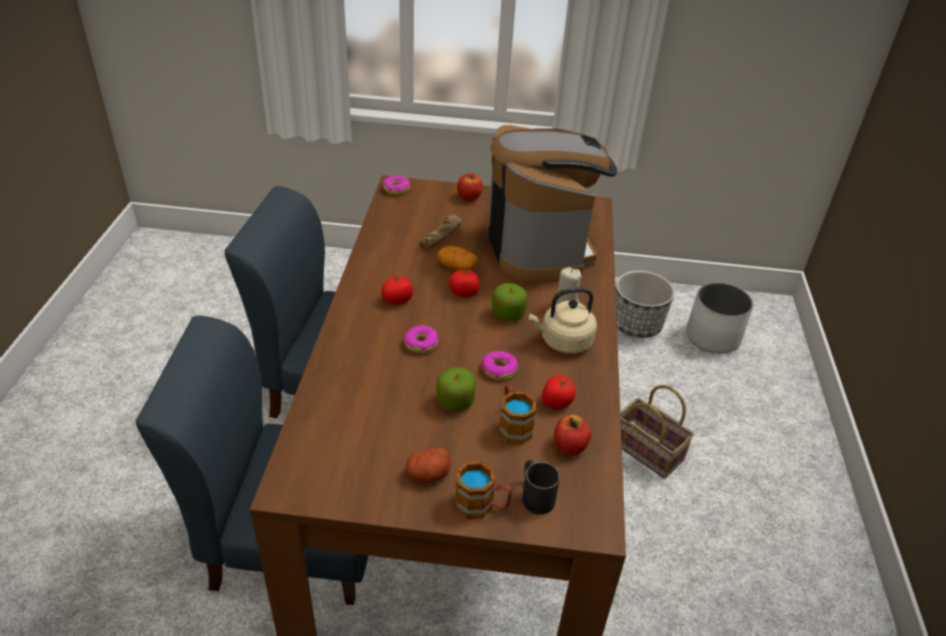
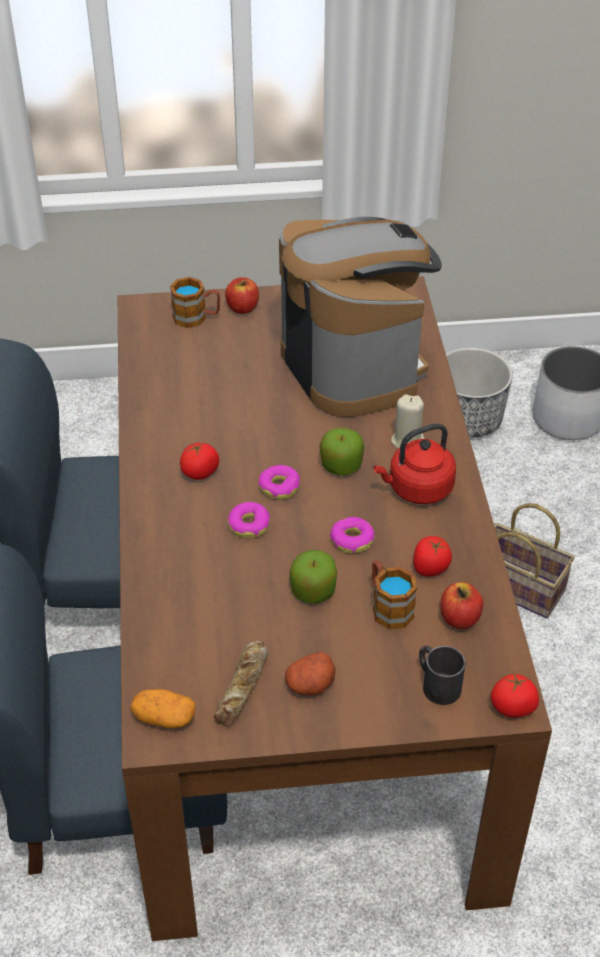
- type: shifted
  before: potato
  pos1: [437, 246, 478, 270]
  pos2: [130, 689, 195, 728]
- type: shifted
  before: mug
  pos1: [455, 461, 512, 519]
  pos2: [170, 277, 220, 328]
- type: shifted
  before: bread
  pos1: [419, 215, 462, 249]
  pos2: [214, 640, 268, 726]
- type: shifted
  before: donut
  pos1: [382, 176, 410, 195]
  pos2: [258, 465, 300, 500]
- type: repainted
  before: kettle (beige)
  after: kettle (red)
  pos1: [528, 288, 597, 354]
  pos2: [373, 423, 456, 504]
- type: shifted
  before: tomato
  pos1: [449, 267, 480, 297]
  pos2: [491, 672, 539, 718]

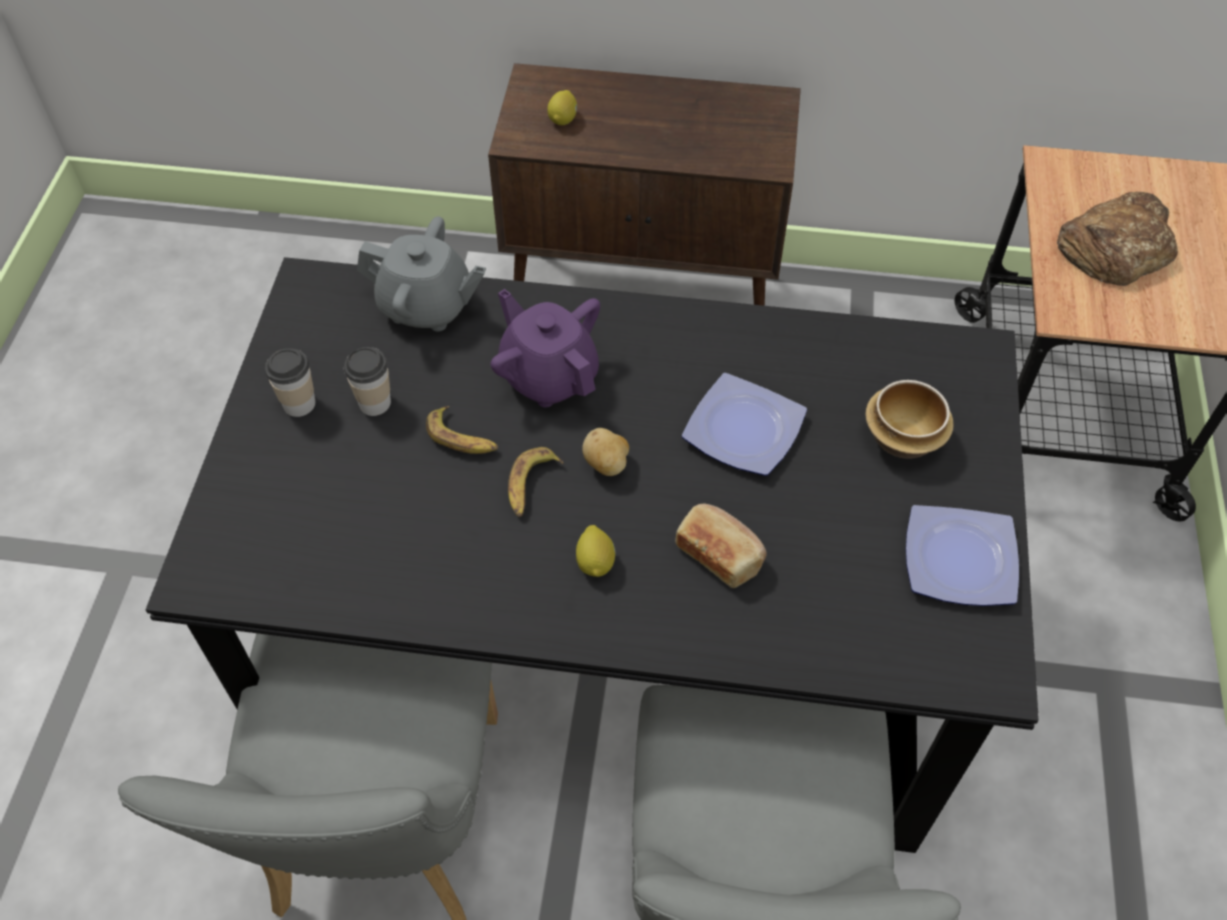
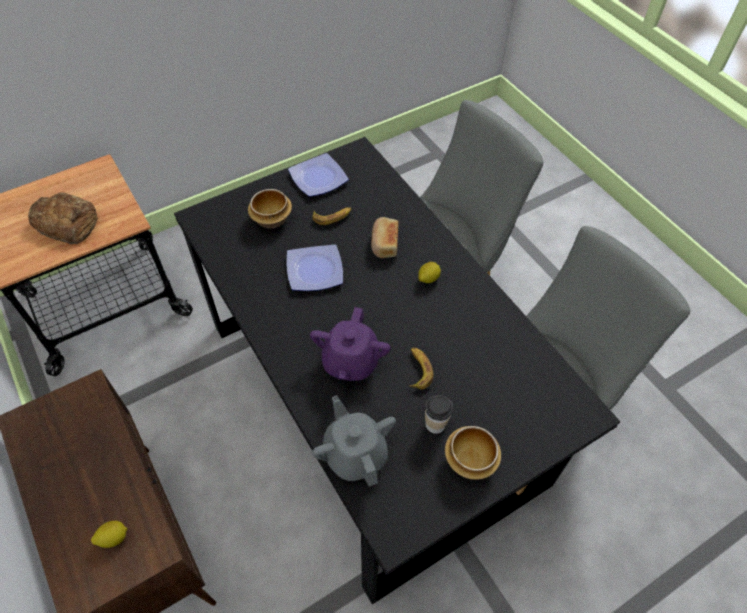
- type: shifted
  before: banana
  pos1: [508, 447, 563, 517]
  pos2: [312, 207, 351, 225]
- type: swapped
  before: cup
  after: bowl
  pos1: [265, 349, 316, 417]
  pos2: [445, 426, 501, 480]
- type: gone
  before: potato
  pos1: [582, 428, 629, 476]

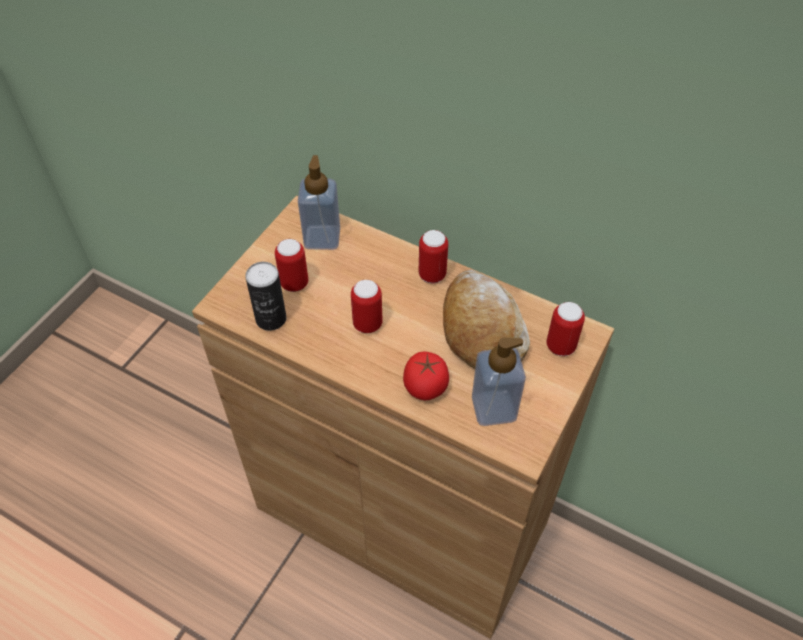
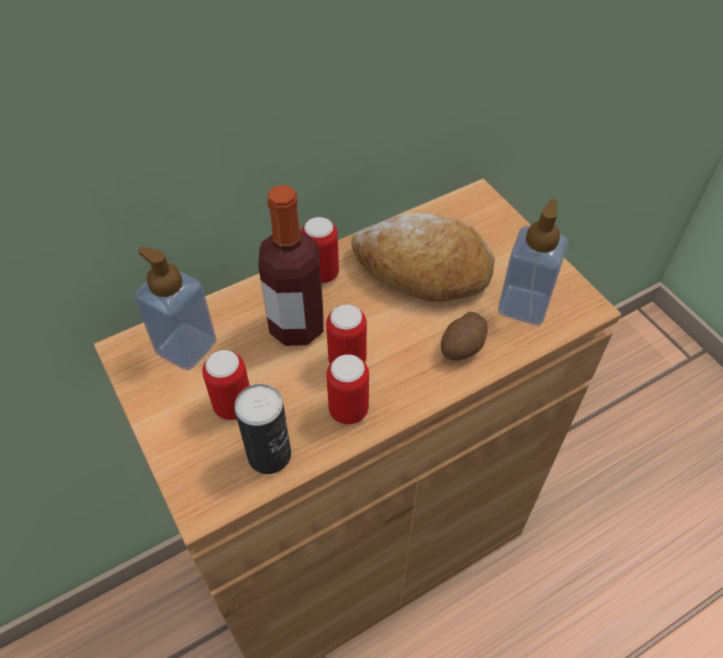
- type: new
  after: bottle
  pos2: [258, 185, 324, 346]
- type: shifted
  before: can
  pos1: [546, 302, 585, 356]
  pos2: [326, 354, 369, 424]
- type: swapped
  before: tomato
  after: potato
  pos1: [403, 352, 449, 400]
  pos2: [441, 312, 488, 360]

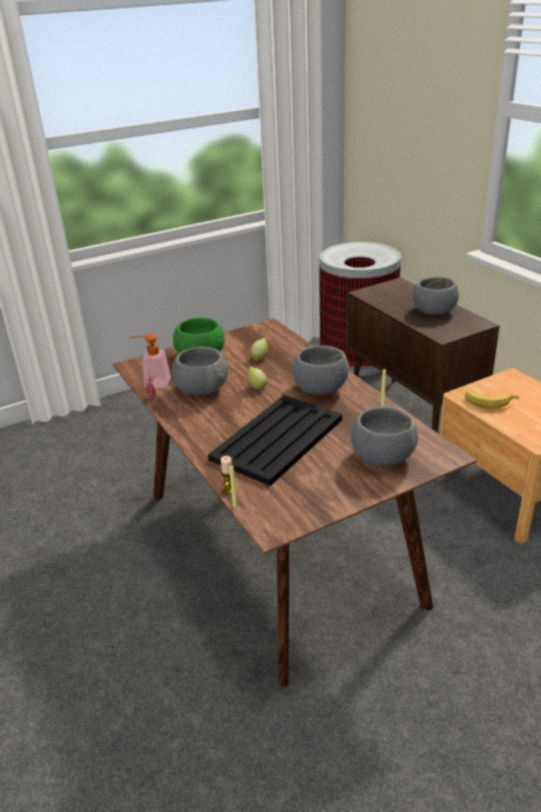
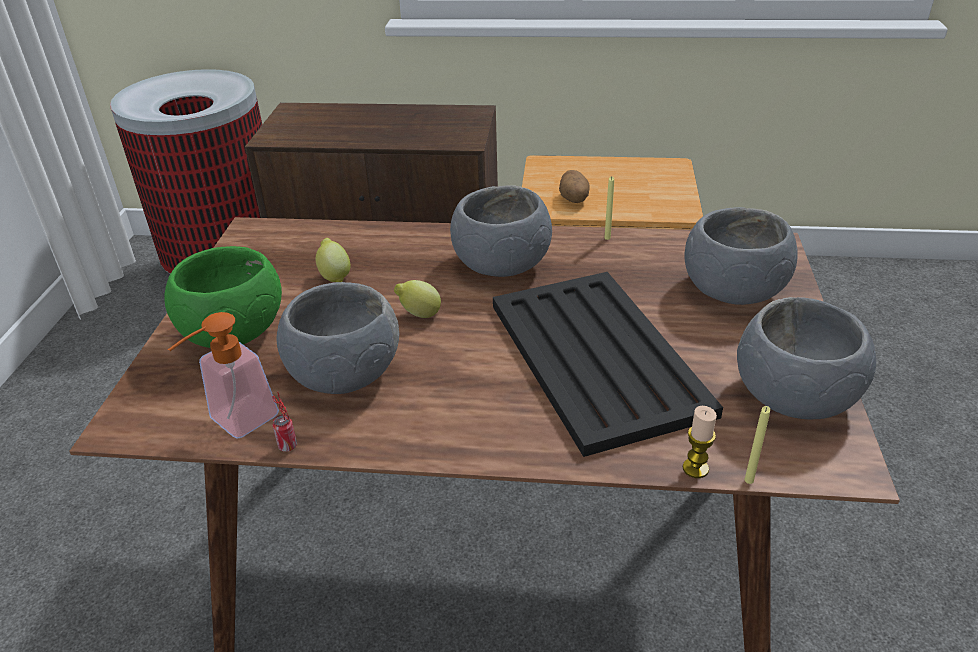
- type: swapped
  before: banana
  after: potato
  pos1: [465, 391, 519, 409]
  pos2: [559, 170, 590, 203]
- type: shifted
  before: bowl (grey)
  pos1: [413, 277, 459, 315]
  pos2: [737, 297, 876, 419]

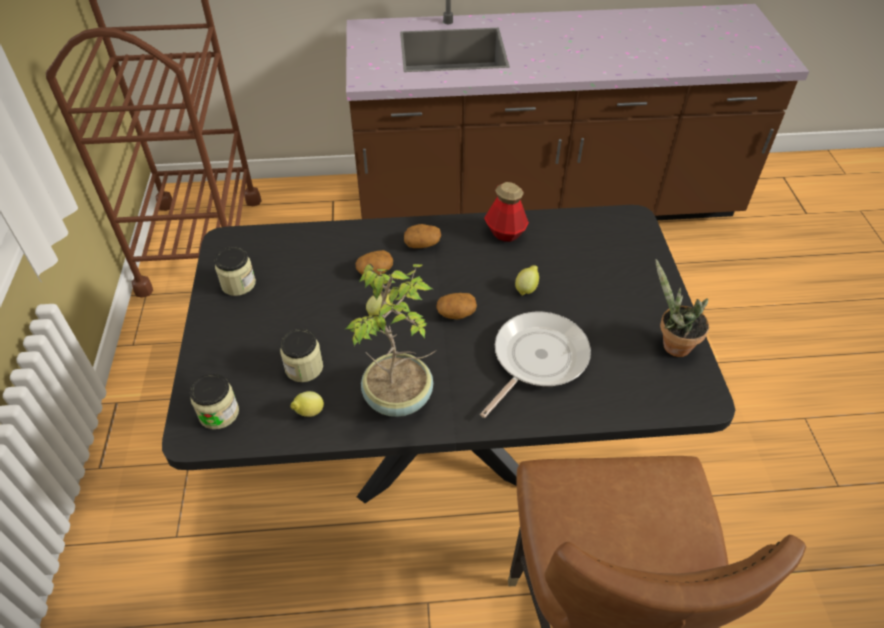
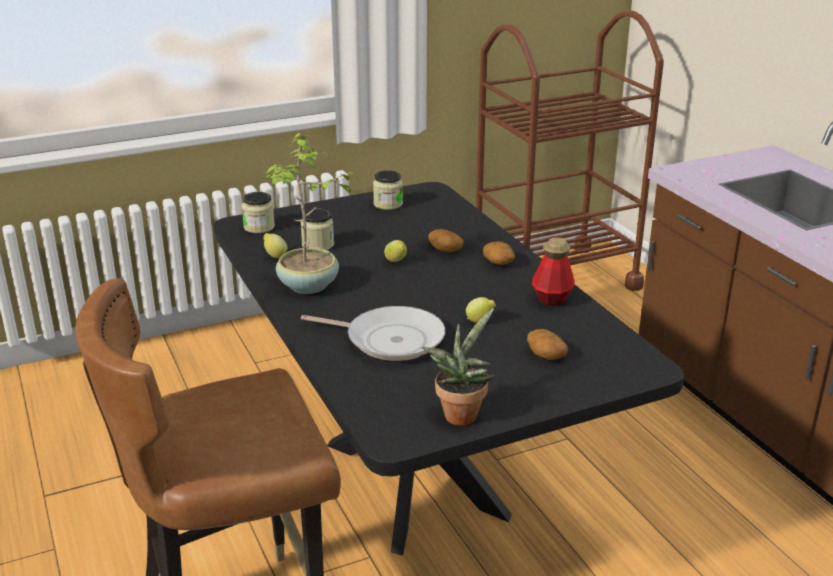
- type: shifted
  before: potato
  pos1: [436, 293, 477, 319]
  pos2: [527, 329, 568, 360]

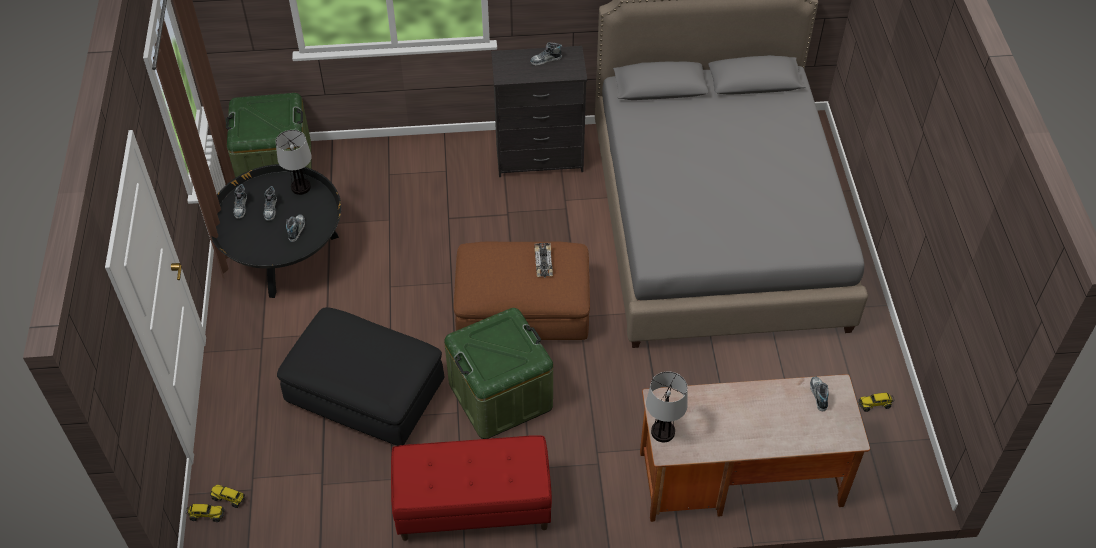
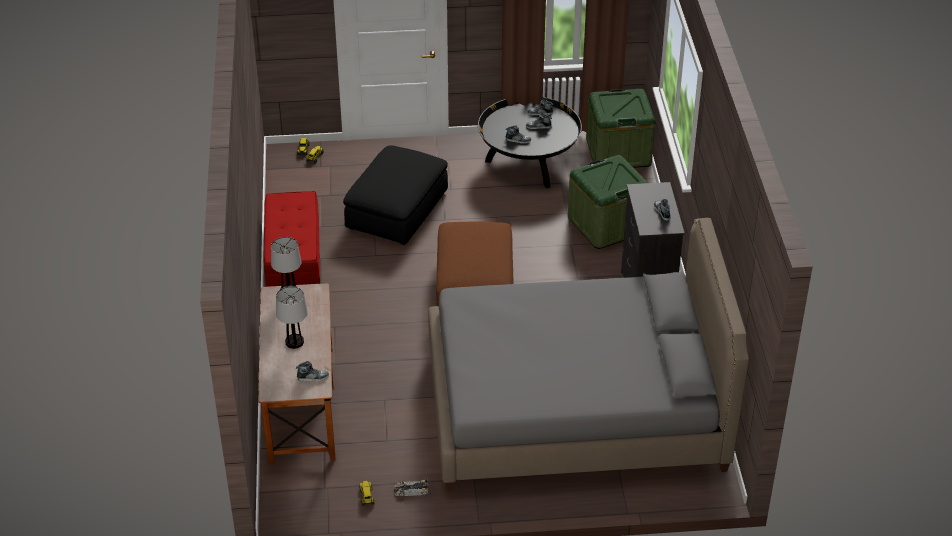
- type: shifted
  before: table lamp
  pos1: [276, 130, 312, 195]
  pos2: [276, 286, 308, 349]
- type: shifted
  before: toy car
  pos1: [534, 243, 553, 278]
  pos2: [394, 478, 429, 496]
- type: shifted
  before: storage box (green)
  pos1: [444, 308, 553, 439]
  pos2: [568, 155, 648, 249]

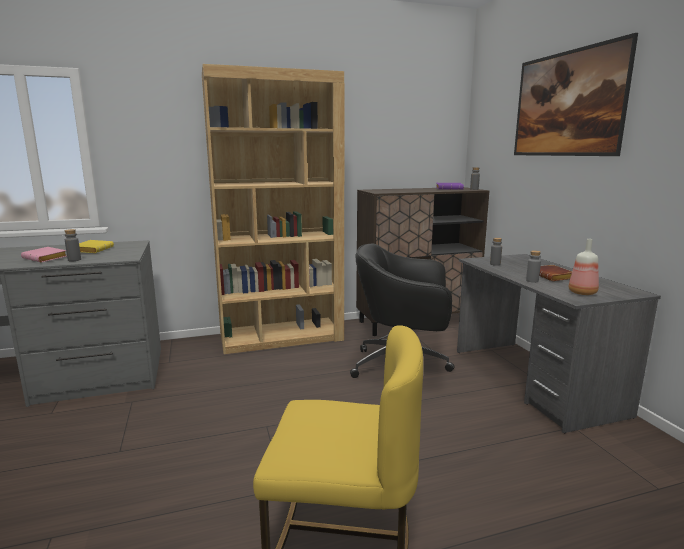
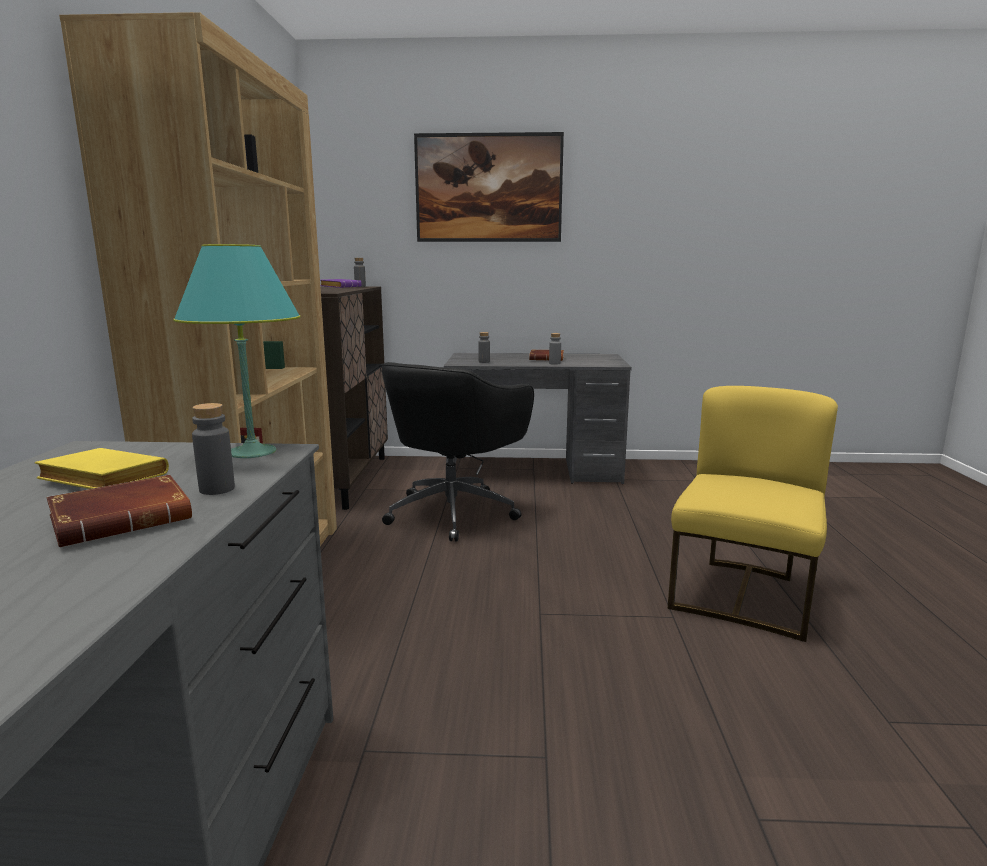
- type: repainted
  before: book (pink)
  after: book (brown)
  pos1: [21, 247, 67, 262]
  pos2: [46, 475, 192, 547]
- type: new
  after: table lamp (turquoise)
  pos2: [173, 244, 301, 458]
- type: gone
  before: bottle
  pos1: [569, 239, 599, 295]

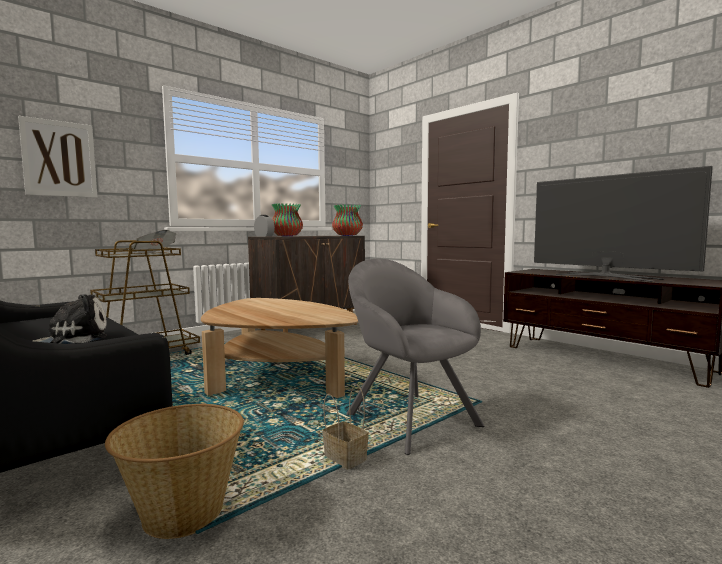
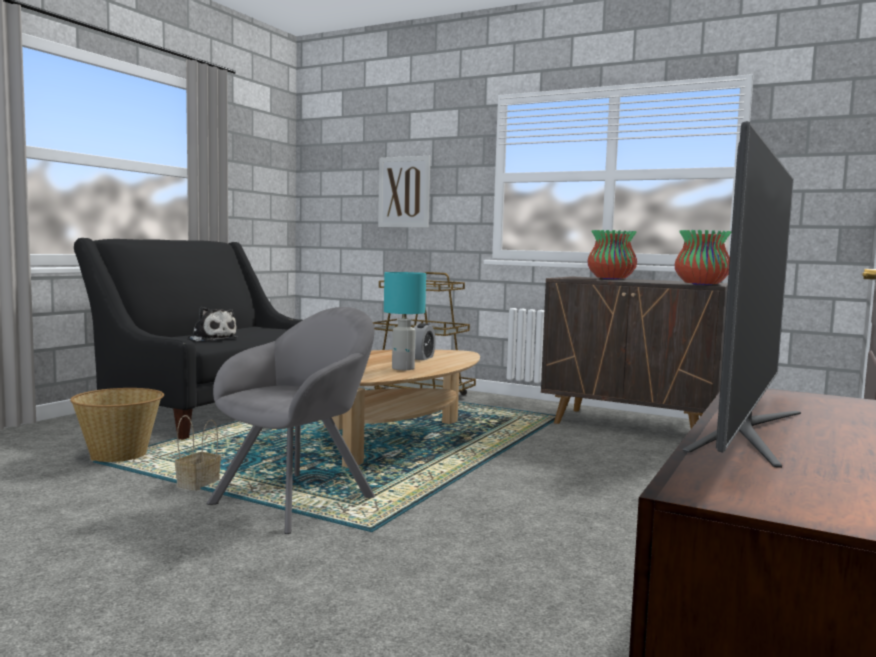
- type: new
  after: table lamp (turquoise)
  pos2: [384, 272, 426, 370]
- type: shifted
  before: alarm clock
  pos1: [254, 215, 275, 237]
  pos2: [414, 323, 436, 360]
- type: gone
  before: newspaper
  pos1: [133, 230, 176, 254]

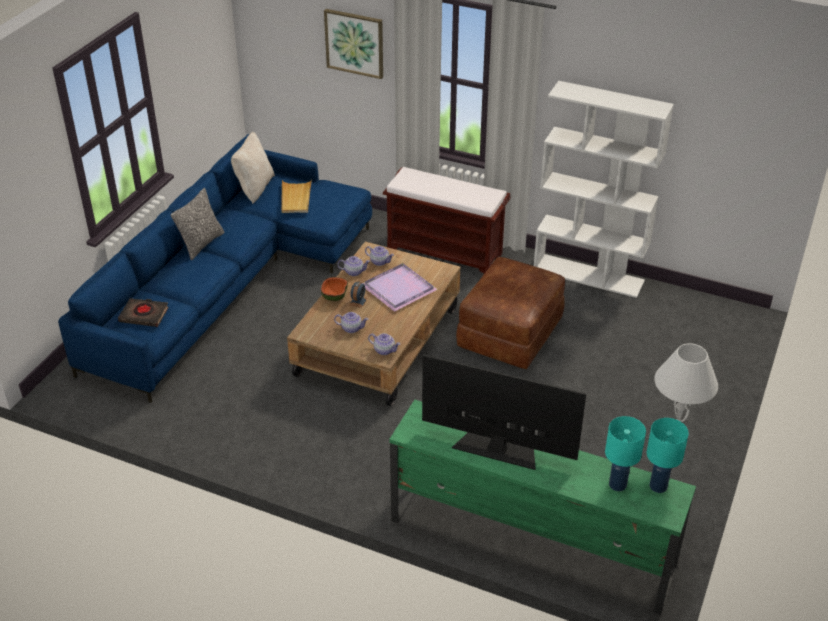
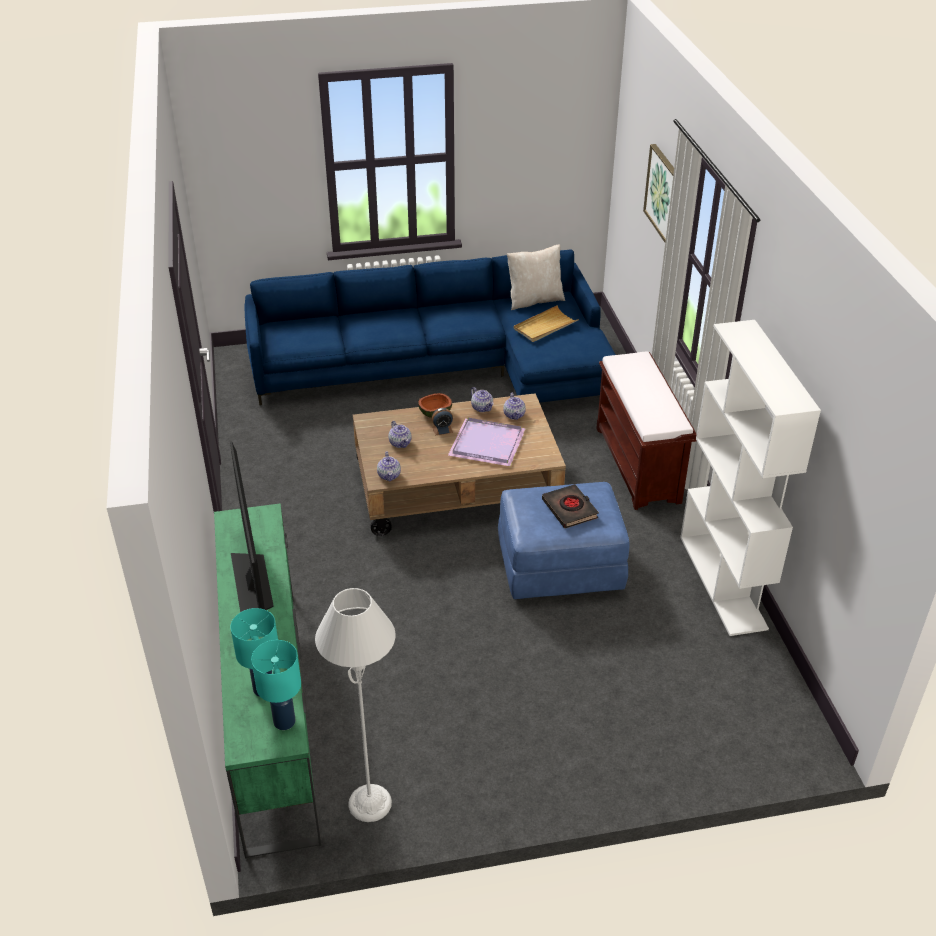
- type: repainted
  before: ottoman (brown)
  after: ottoman (blue)
  pos1: [456, 257, 565, 369]
  pos2: [498, 482, 629, 599]
- type: shifted
  before: book (black)
  pos1: [118, 298, 169, 327]
  pos2: [542, 484, 599, 528]
- type: gone
  before: pillow
  pos1: [171, 188, 224, 260]

